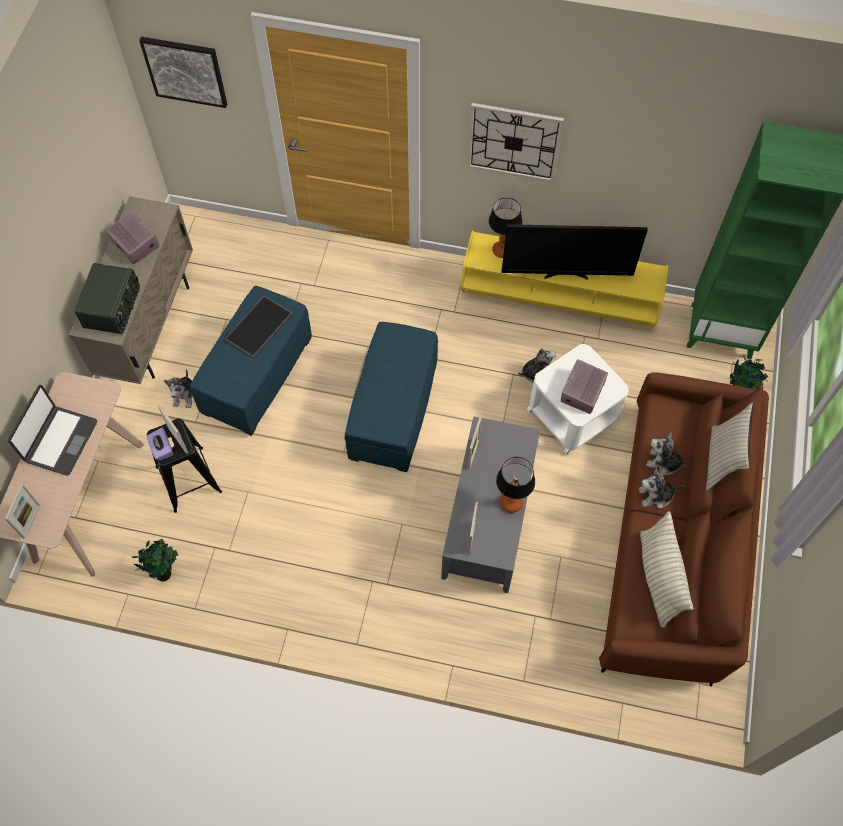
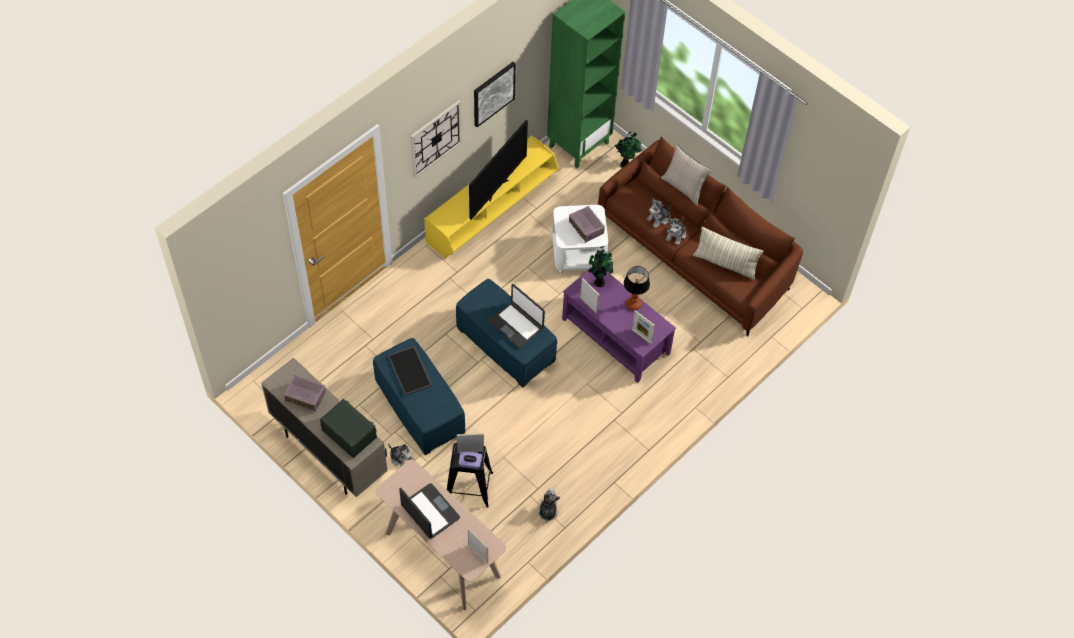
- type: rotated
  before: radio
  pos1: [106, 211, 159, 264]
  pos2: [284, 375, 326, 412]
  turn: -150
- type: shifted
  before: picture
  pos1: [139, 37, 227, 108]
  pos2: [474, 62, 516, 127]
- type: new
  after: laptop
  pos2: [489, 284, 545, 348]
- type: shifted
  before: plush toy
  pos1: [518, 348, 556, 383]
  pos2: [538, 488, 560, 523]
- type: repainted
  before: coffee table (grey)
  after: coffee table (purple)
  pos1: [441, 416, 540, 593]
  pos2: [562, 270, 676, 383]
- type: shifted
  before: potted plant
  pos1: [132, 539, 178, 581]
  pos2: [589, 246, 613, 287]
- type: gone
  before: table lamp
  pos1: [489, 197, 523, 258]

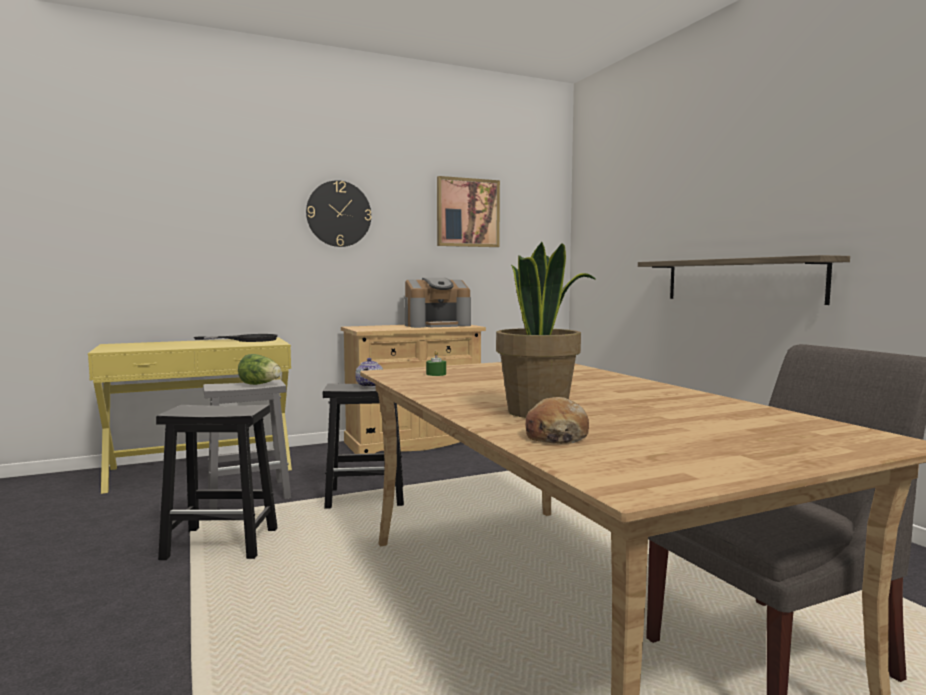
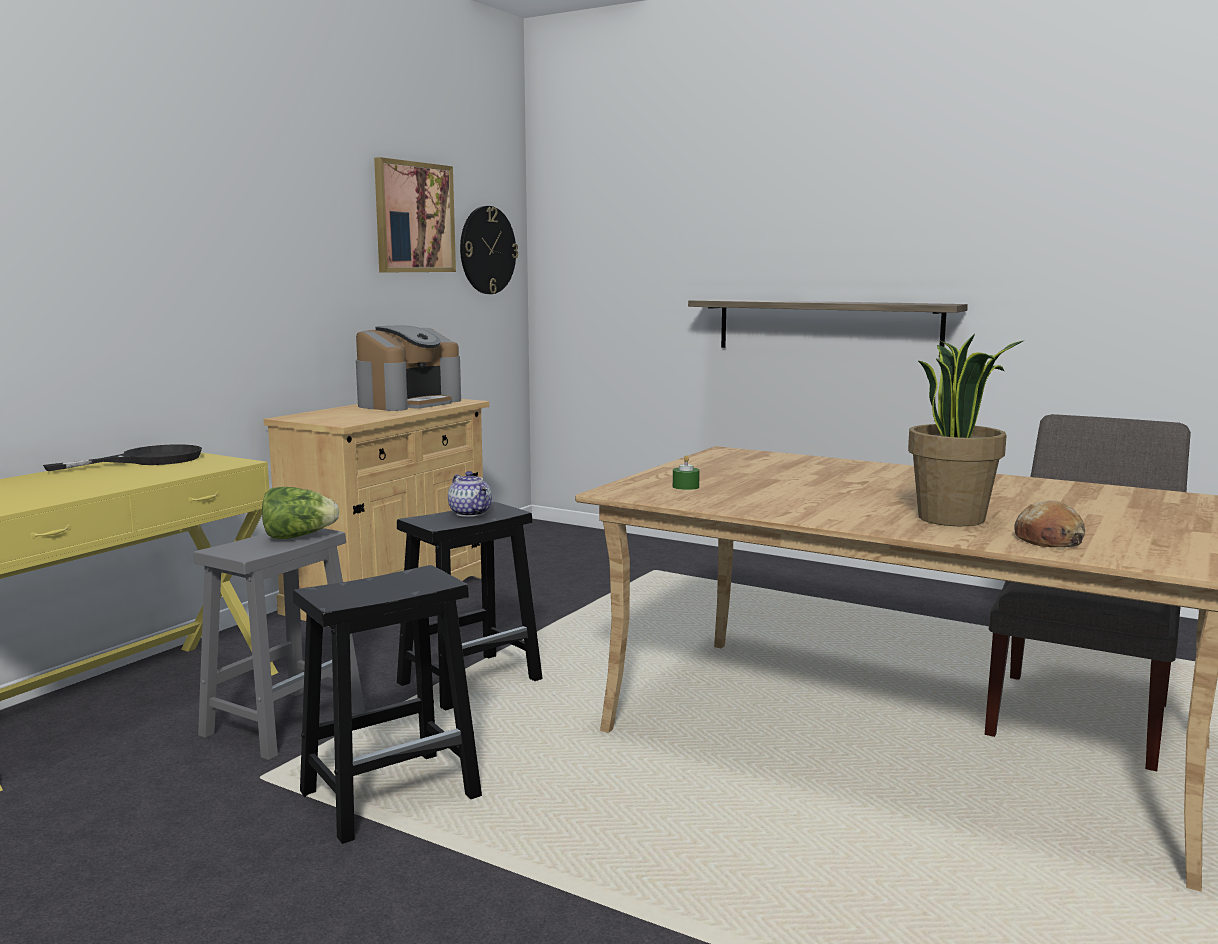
- type: shifted
  before: wall clock
  pos1: [306, 180, 371, 247]
  pos2: [460, 206, 518, 294]

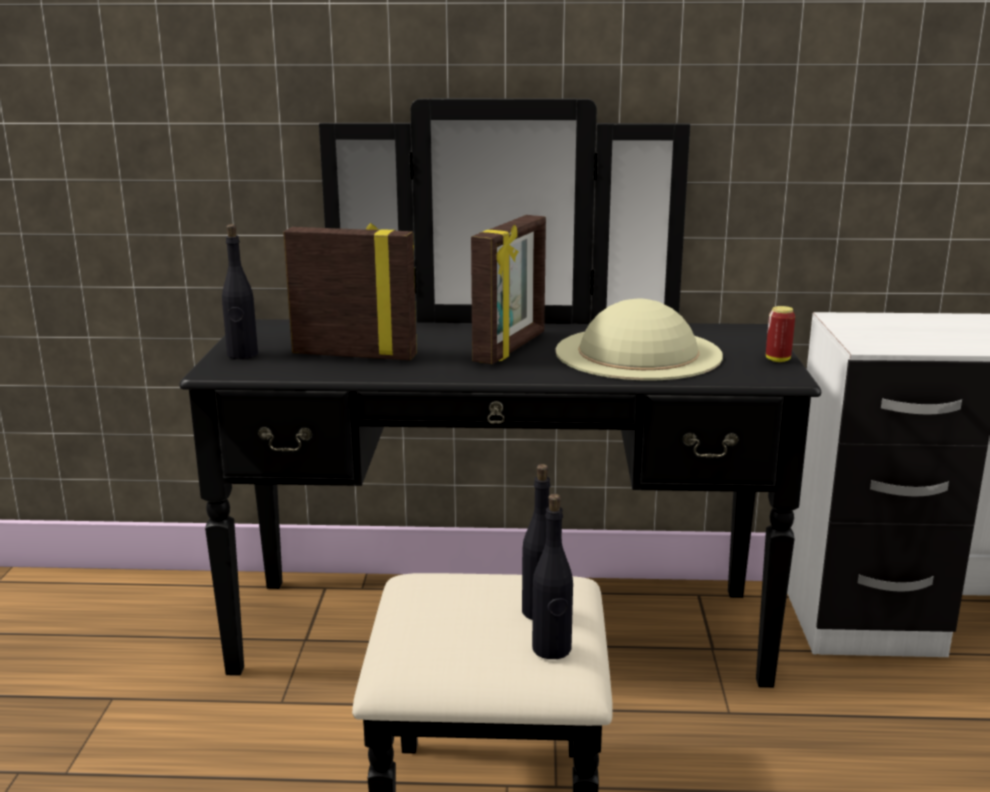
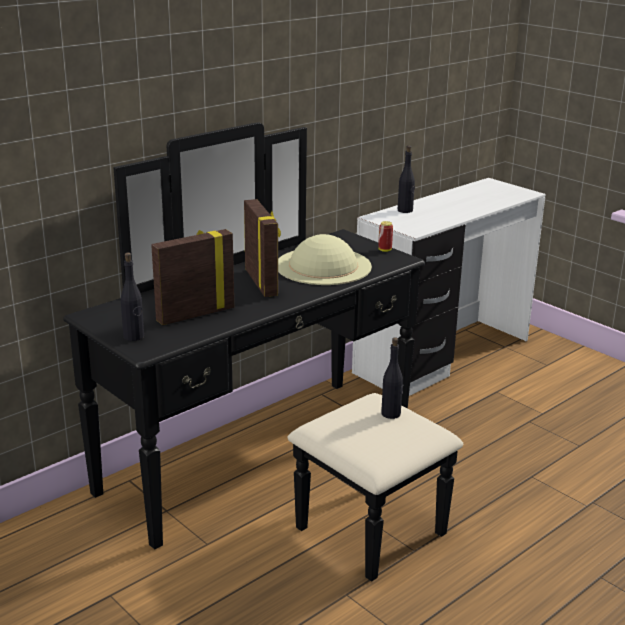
- type: shifted
  before: bottle (black)
  pos1: [532, 494, 573, 659]
  pos2: [398, 145, 415, 213]

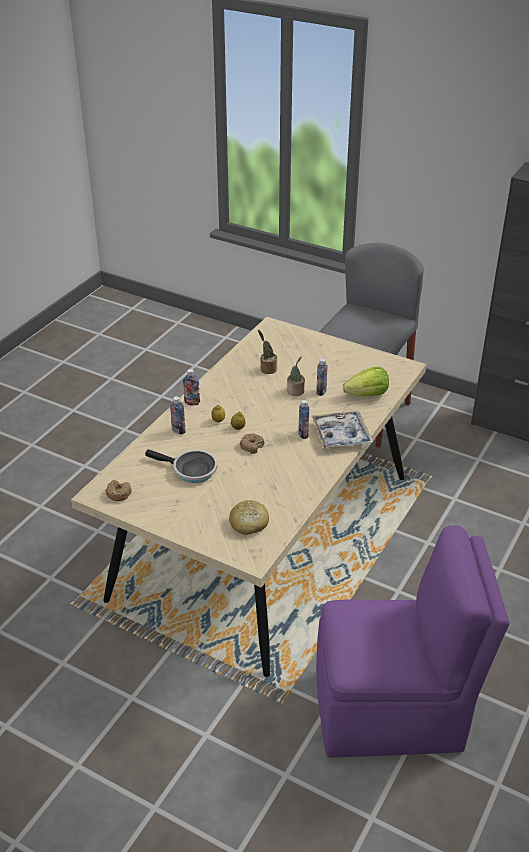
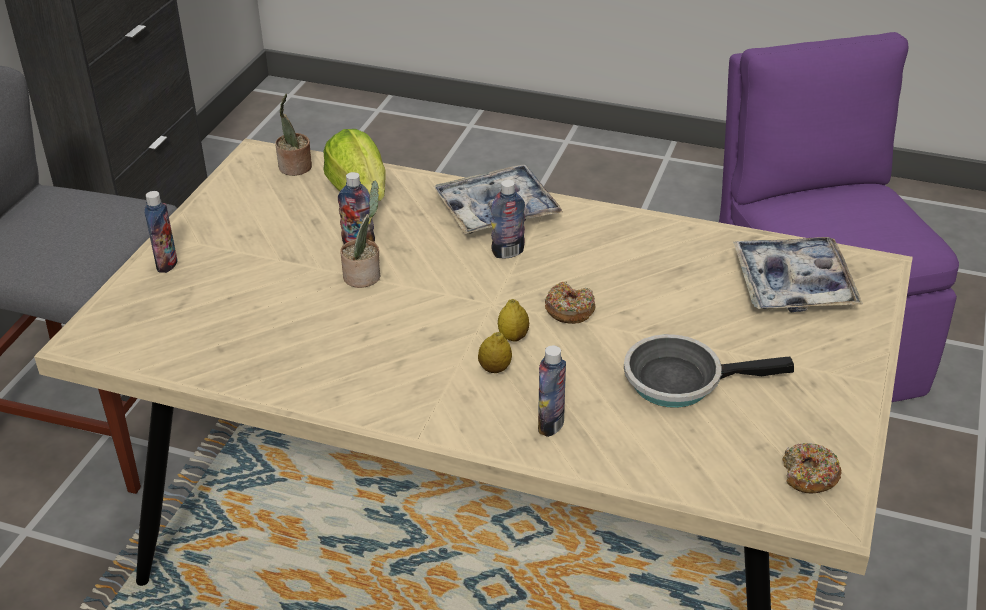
- type: shifted
  before: bottle
  pos1: [183, 369, 200, 406]
  pos2: [144, 191, 177, 273]
- type: shifted
  before: potted plant
  pos1: [258, 330, 277, 374]
  pos2: [275, 94, 312, 176]
- type: rotated
  before: frying pan
  pos1: [145, 449, 218, 483]
  pos2: [624, 334, 794, 408]
  turn: -105
- type: swapped
  before: bread
  after: tray
  pos1: [229, 500, 269, 535]
  pos2: [733, 237, 863, 312]

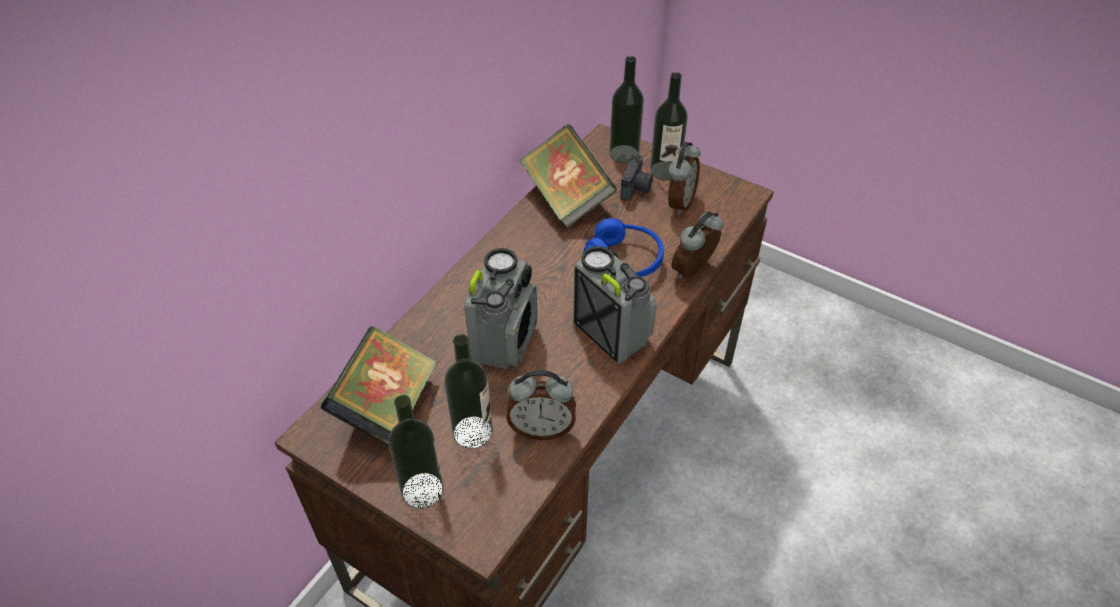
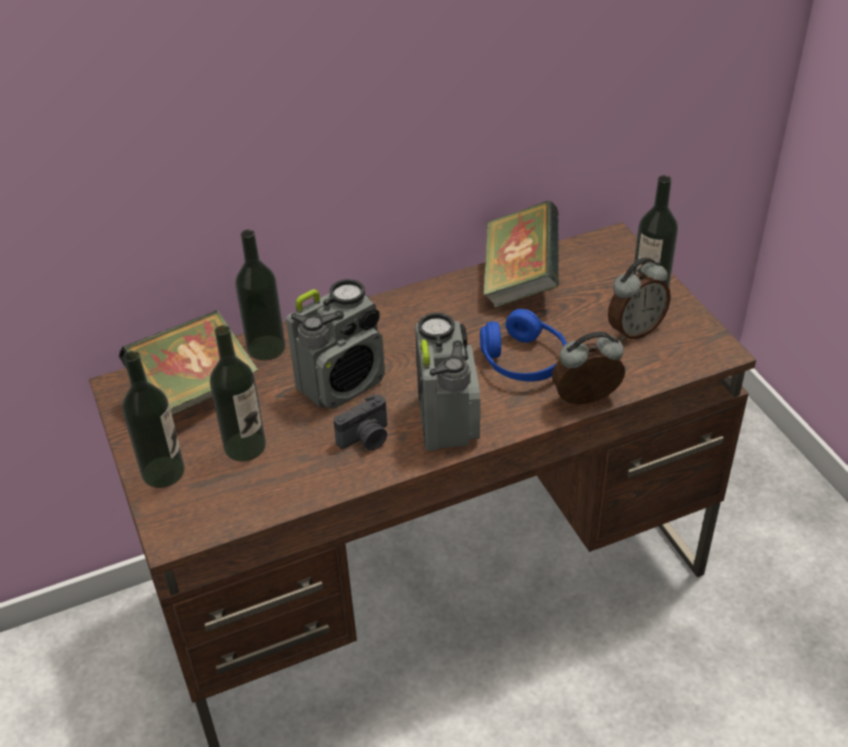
- type: shifted
  before: bottle
  pos1: [609, 56, 644, 164]
  pos2: [235, 229, 286, 361]
- type: shifted
  before: photo camera
  pos1: [620, 154, 653, 201]
  pos2: [333, 394, 387, 451]
- type: gone
  before: alarm clock
  pos1: [506, 370, 576, 440]

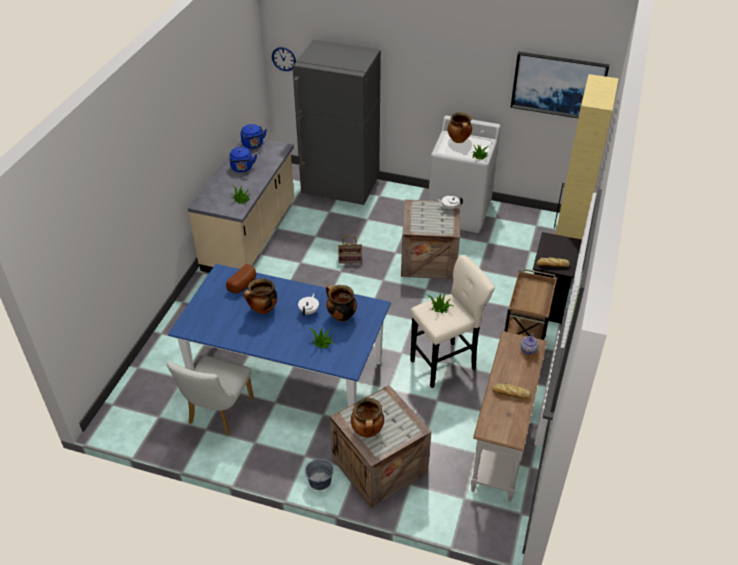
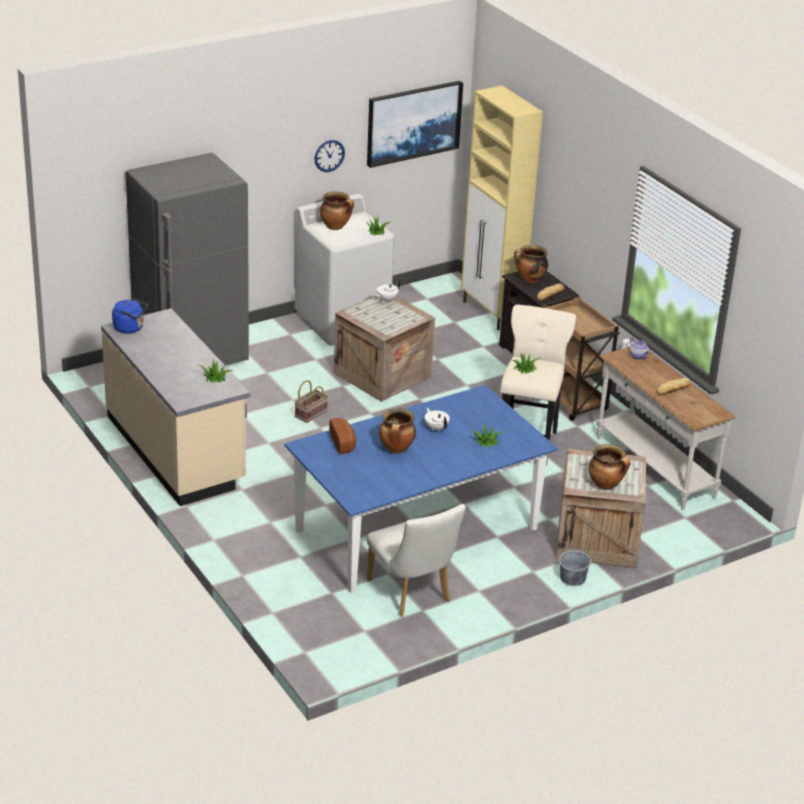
- type: shifted
  before: wall clock
  pos1: [272, 47, 296, 71]
  pos2: [314, 140, 345, 172]
- type: shifted
  before: cooking pot
  pos1: [326, 285, 357, 322]
  pos2: [514, 245, 548, 283]
- type: gone
  before: kettle (blue)
  pos1: [229, 147, 257, 172]

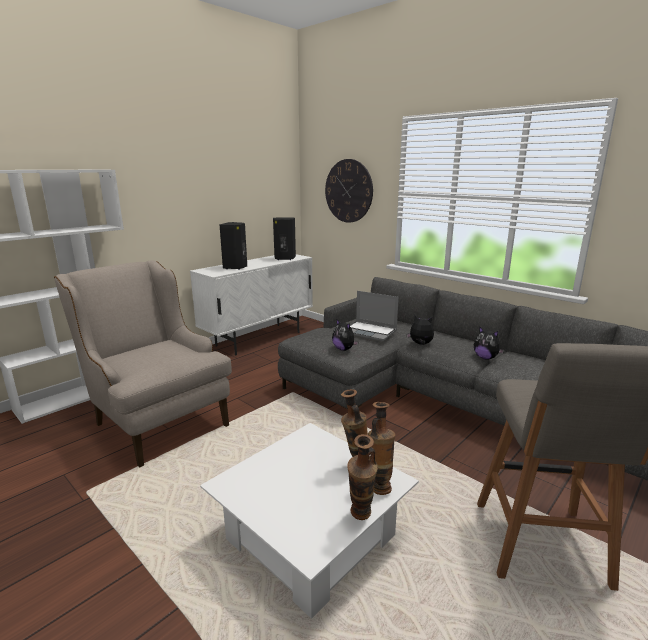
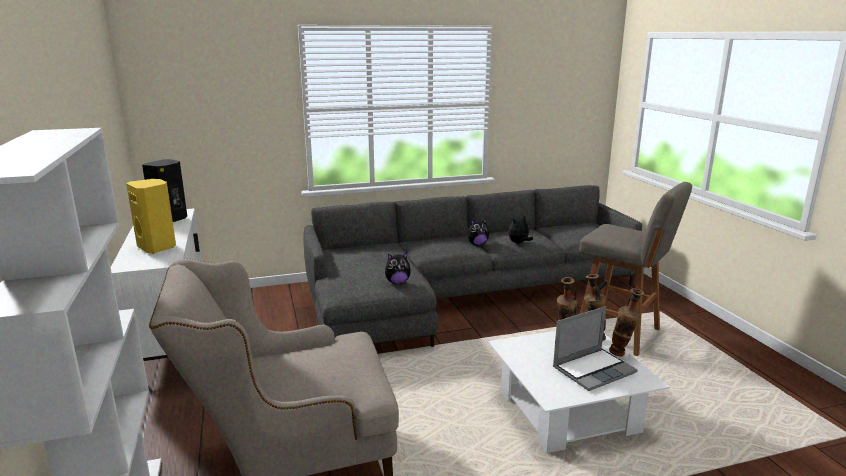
- type: repainted
  before: speaker (black)
  after: speaker (yellow)
  pos1: [219, 222, 247, 270]
  pos2: [126, 179, 176, 254]
- type: shifted
  before: plush toy
  pos1: [407, 315, 434, 345]
  pos2: [508, 215, 533, 243]
- type: shifted
  before: laptop
  pos1: [350, 291, 399, 342]
  pos2: [553, 306, 638, 391]
- type: gone
  before: wall clock
  pos1: [325, 159, 373, 223]

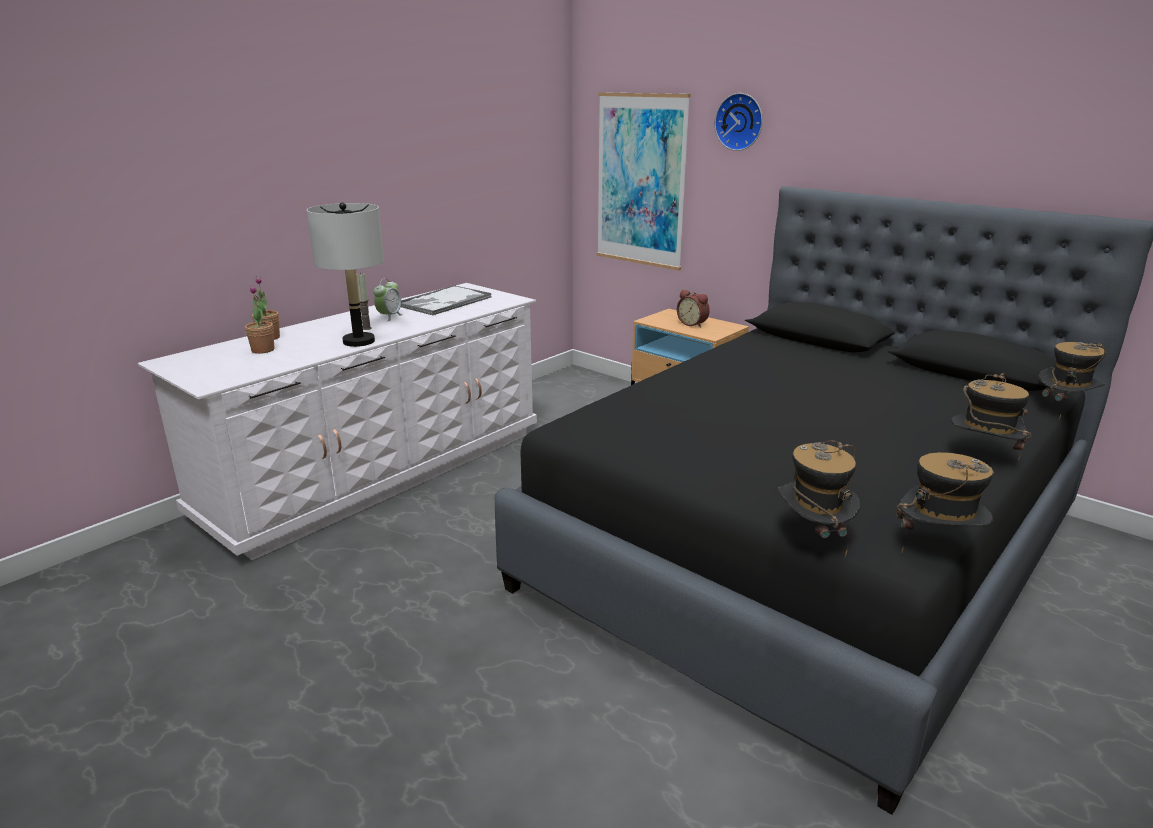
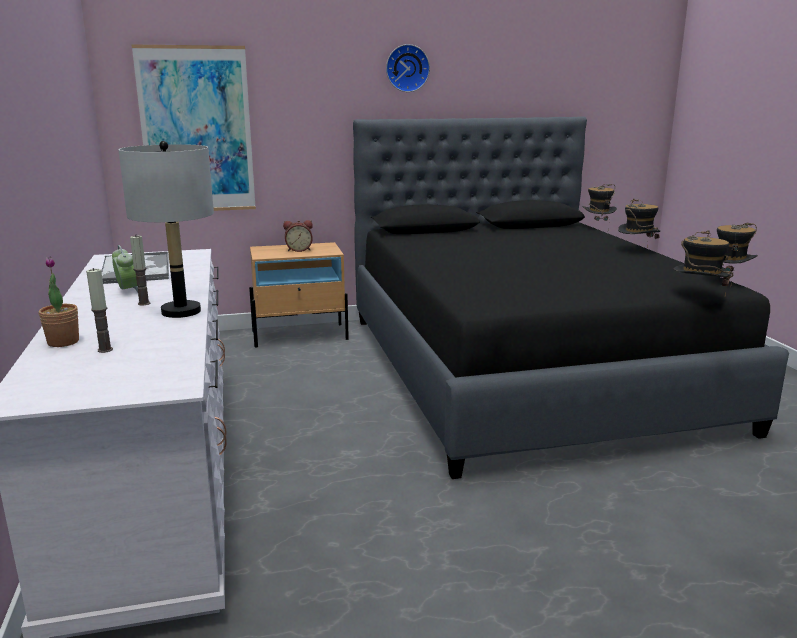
- type: swapped
  before: potted plant
  after: candle
  pos1: [245, 286, 275, 354]
  pos2: [86, 268, 113, 353]
- type: shifted
  before: wall clock
  pos1: [715, 93, 763, 151]
  pos2: [386, 44, 430, 92]

